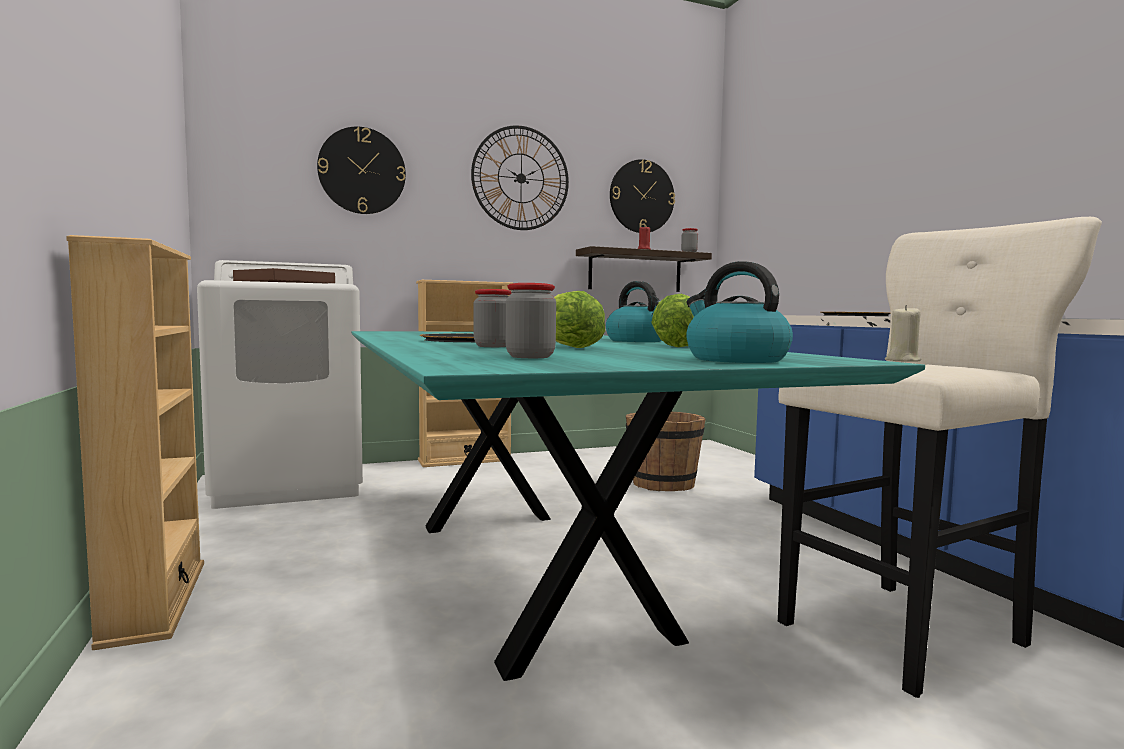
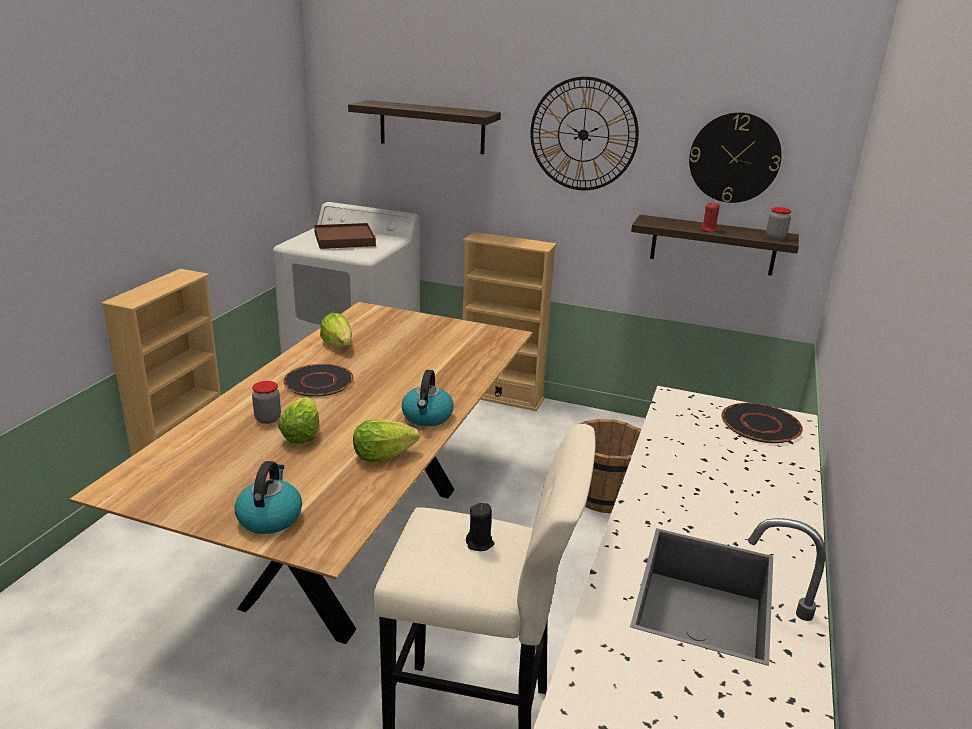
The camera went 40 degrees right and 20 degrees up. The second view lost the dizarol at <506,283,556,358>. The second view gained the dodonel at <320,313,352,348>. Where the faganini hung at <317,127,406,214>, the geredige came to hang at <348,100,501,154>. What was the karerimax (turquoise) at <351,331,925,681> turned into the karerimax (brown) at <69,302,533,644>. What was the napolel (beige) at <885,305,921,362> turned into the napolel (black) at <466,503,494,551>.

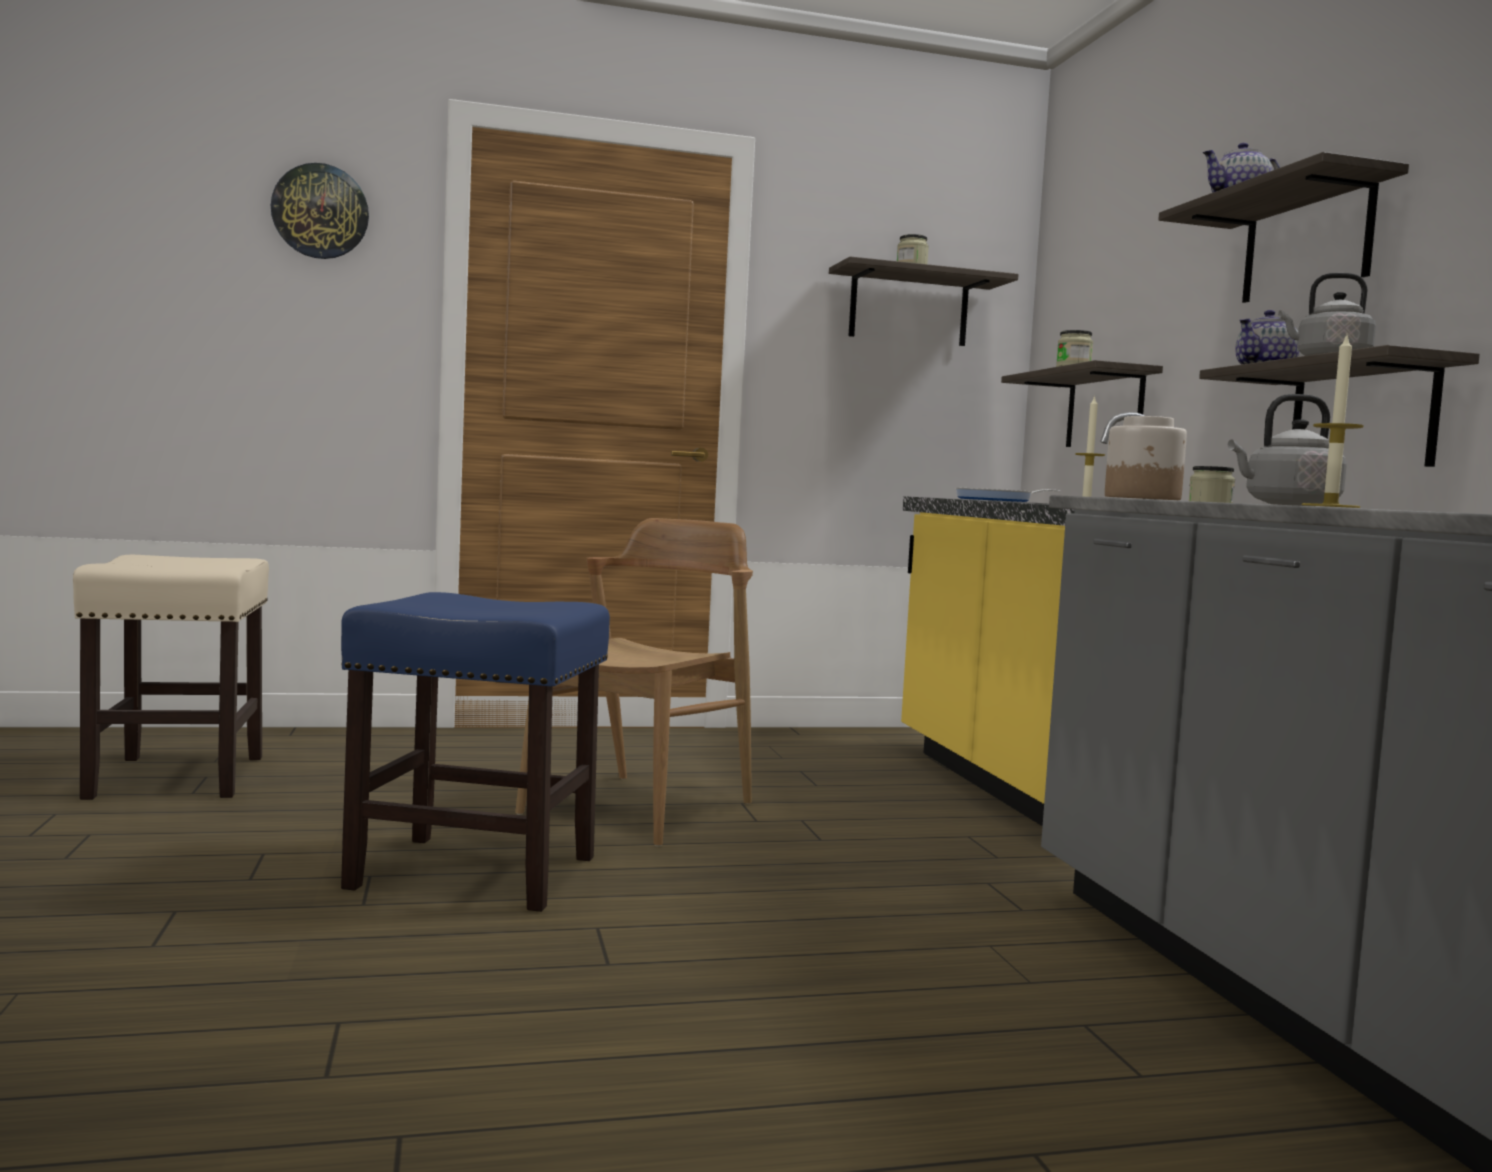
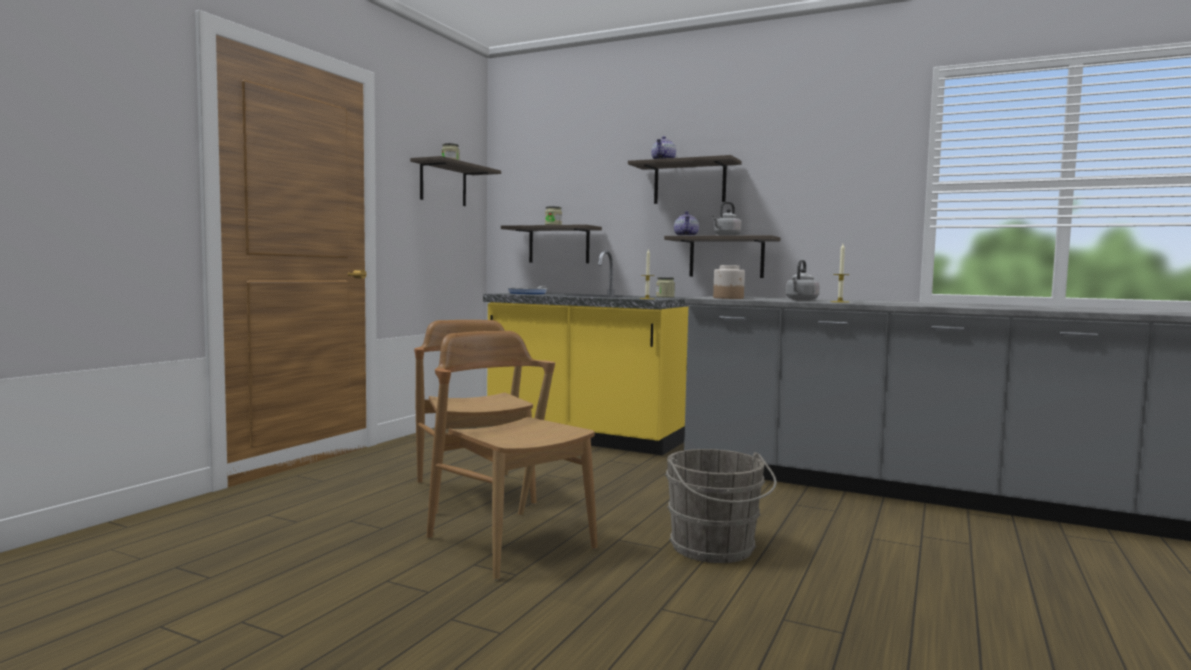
The camera went 50 degrees left and 0 degrees up. The second view lost the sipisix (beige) at <73,555,269,800>. The second view lost the faganini at <271,163,369,259>. The second view gained the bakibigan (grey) at <665,449,777,563>. Where the sipisix (blue) stood at <341,592,610,912>, the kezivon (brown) came to stand at <427,331,598,580>.

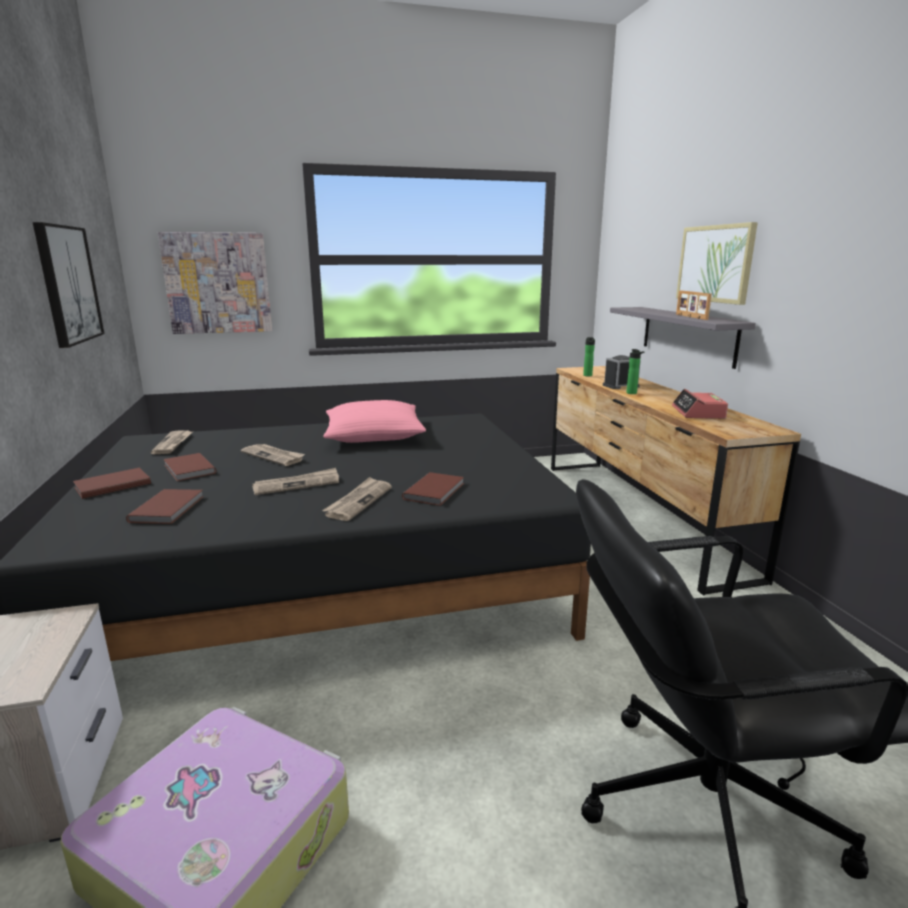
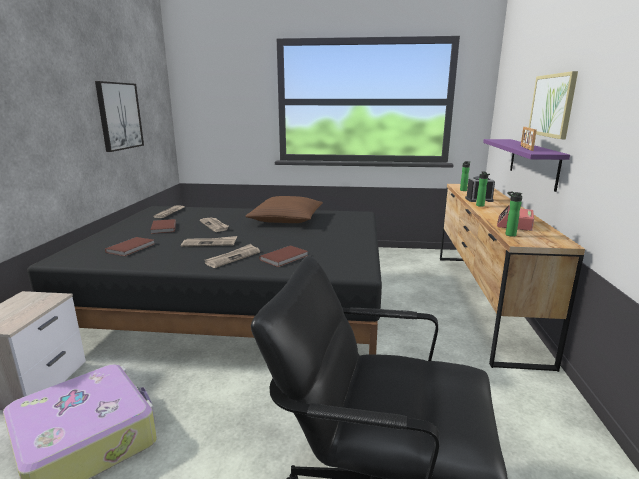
The camera went 20 degrees right and 0 degrees up. The second view lost the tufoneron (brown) at <73,468,151,499>. The second view lost the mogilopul at <158,232,272,334>. The second view gained the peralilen at <505,192,522,237>. What was the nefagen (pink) at <324,400,426,443> turned into the nefagen (brown) at <245,196,323,223>. What was the geredige (grey) at <610,307,756,369> turned into the geredige (purple) at <483,139,570,192>.

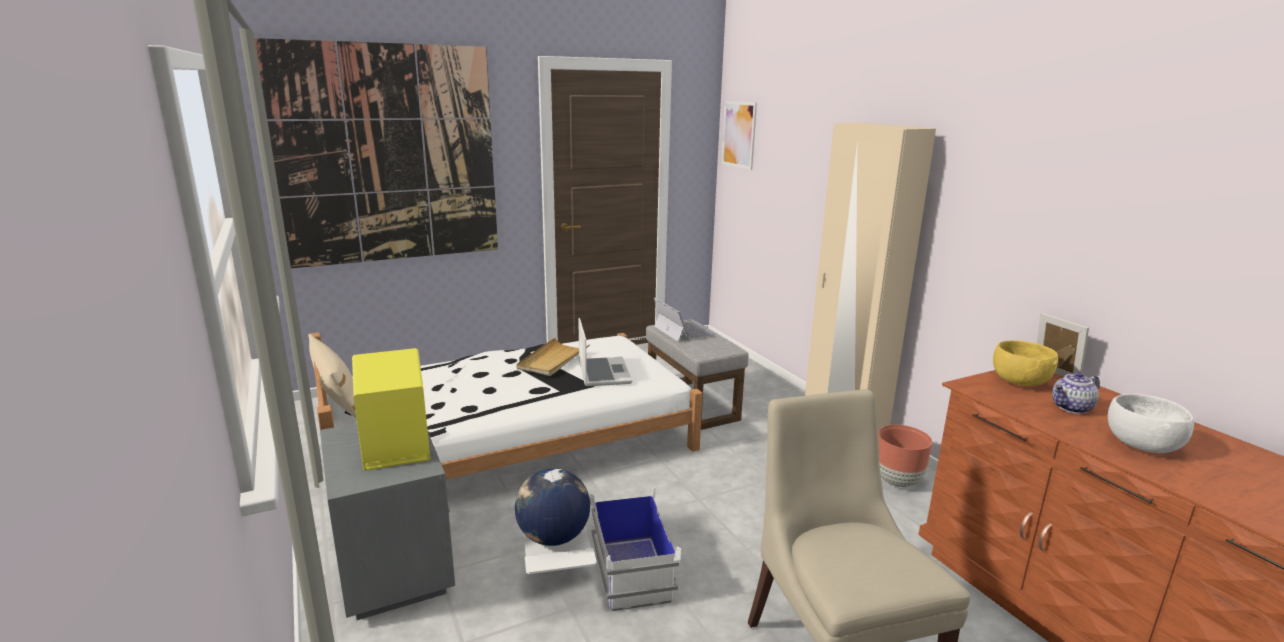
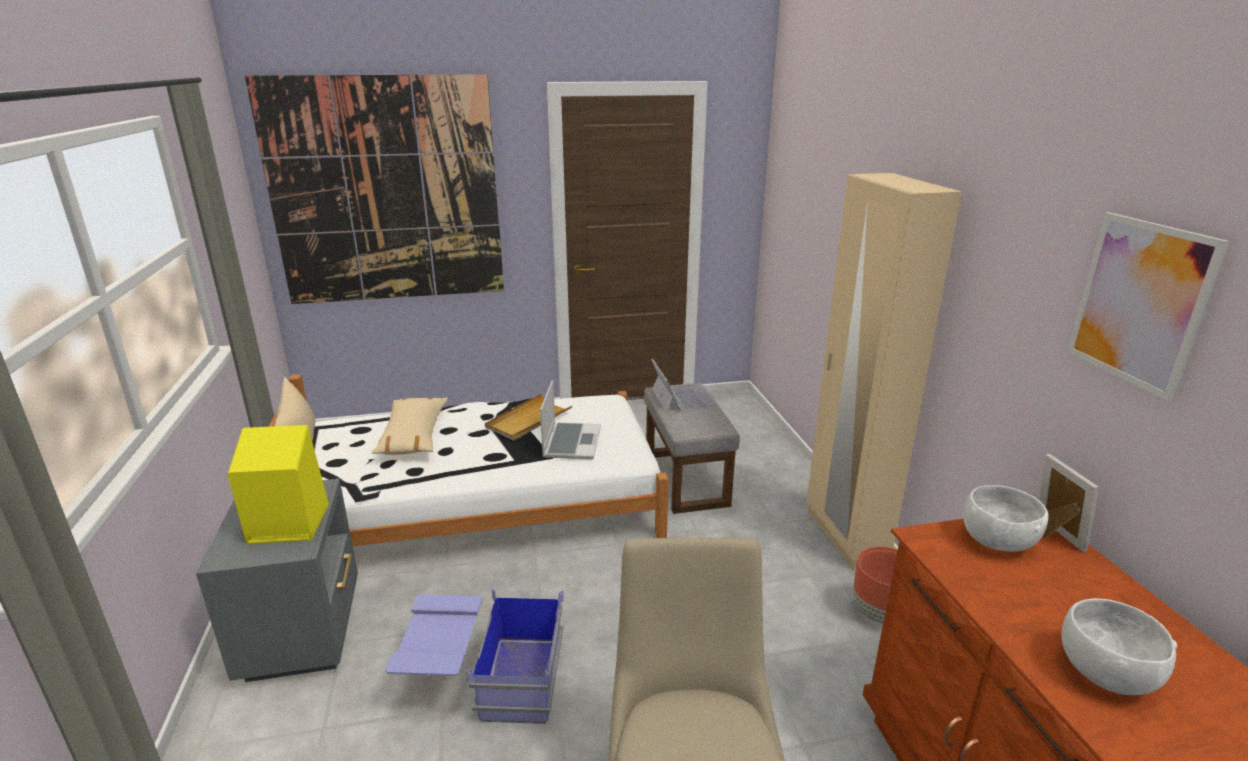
The camera went 15 degrees right and 5 degrees up. The second view lost the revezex at <515,468,590,546>. The second view lost the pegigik at <1052,372,1100,414>. The second view gained the nefagen (beige) at <371,397,448,455>. The mogilopul ended up elsewhere, having gone from <722,101,757,170> to <1067,212,1229,401>. What was the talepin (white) at <524,487,681,611> turned into the talepin (blue) at <385,588,564,724>. What was the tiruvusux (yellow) at <993,340,1058,386> turned into the tiruvusux (white) at <963,485,1049,552>.

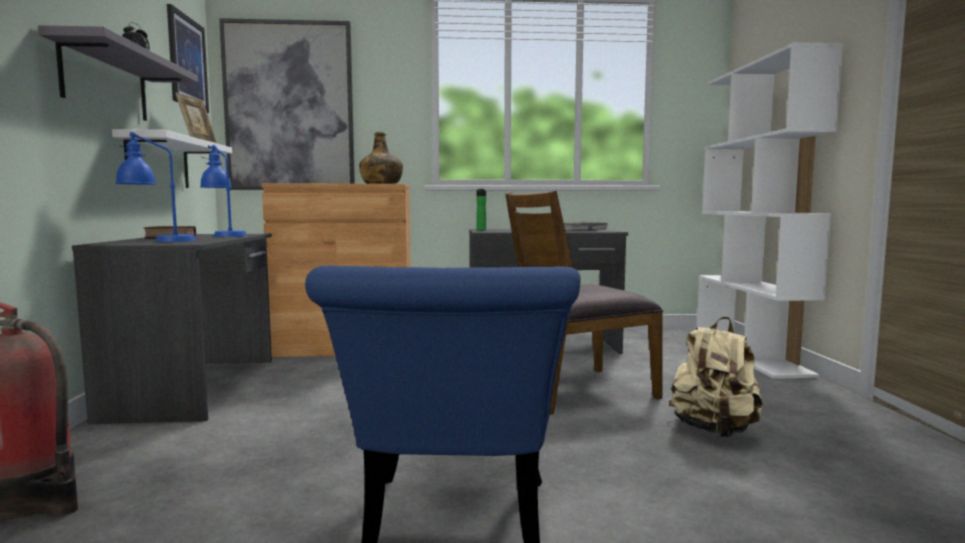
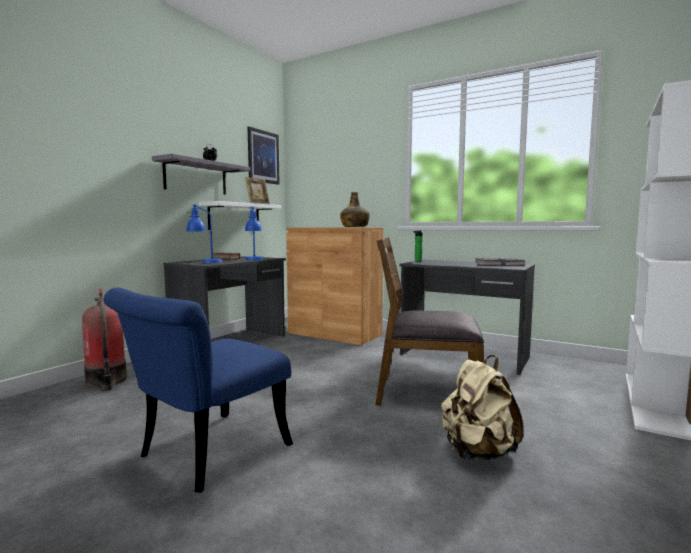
The camera went 35 degrees right and 0 degrees up. The second view lost the mogilopul at <219,18,355,190>.

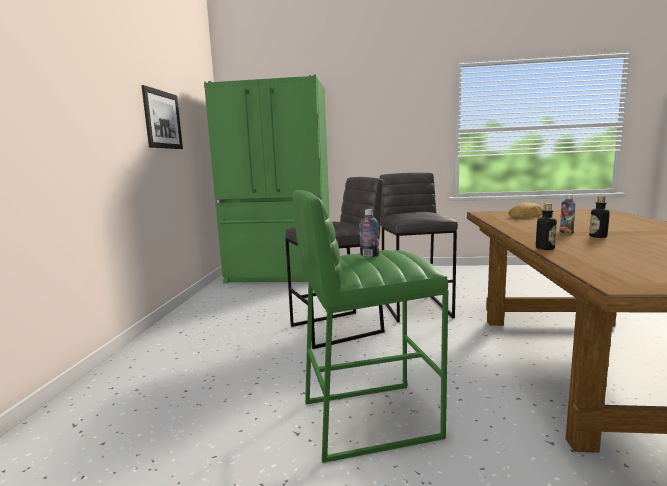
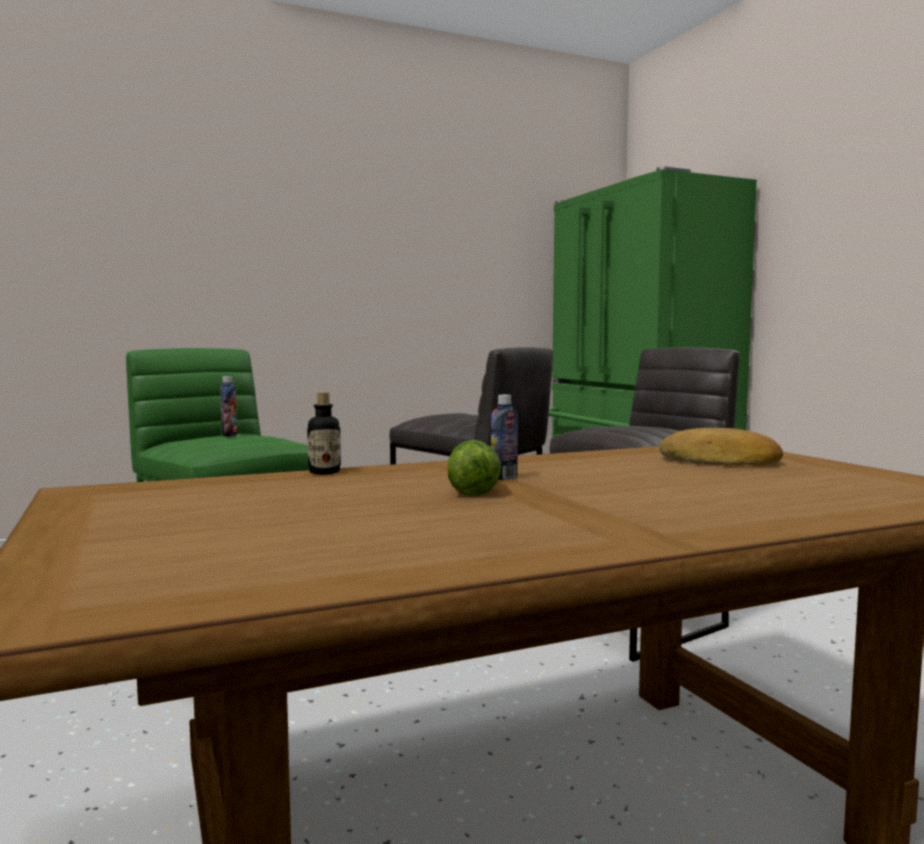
The camera went 60 degrees right and 5 degrees down. The second view lost the mogilopul at <141,85,183,149>. Where the peralilen stood at <589,196,610,238>, the dodonel came to stand at <447,440,501,496>.

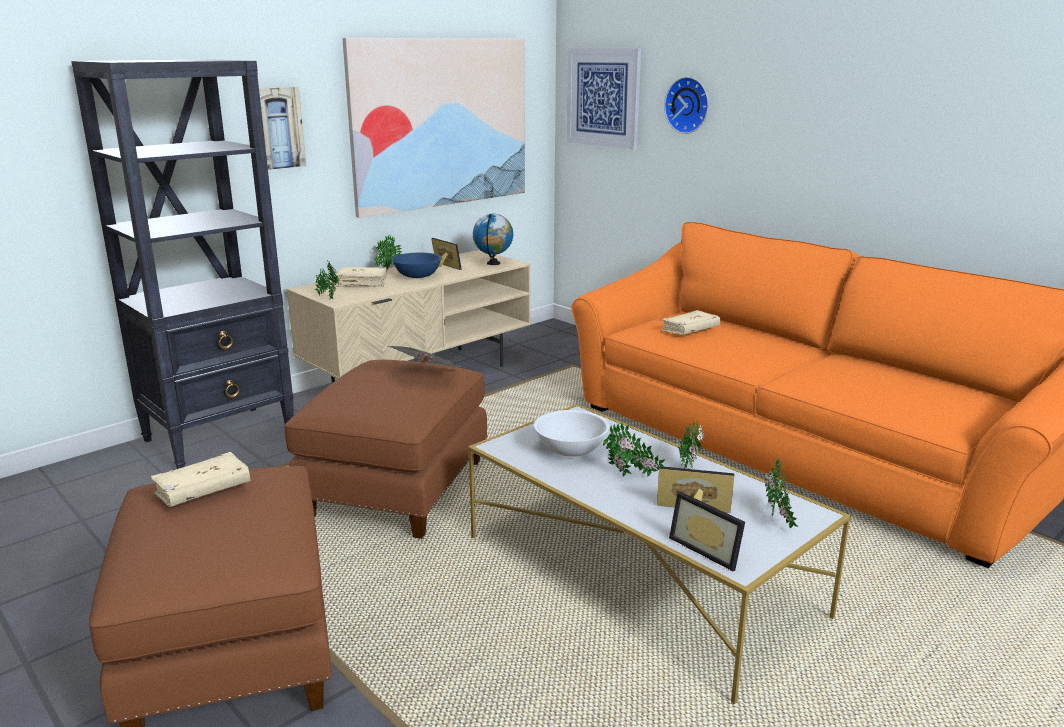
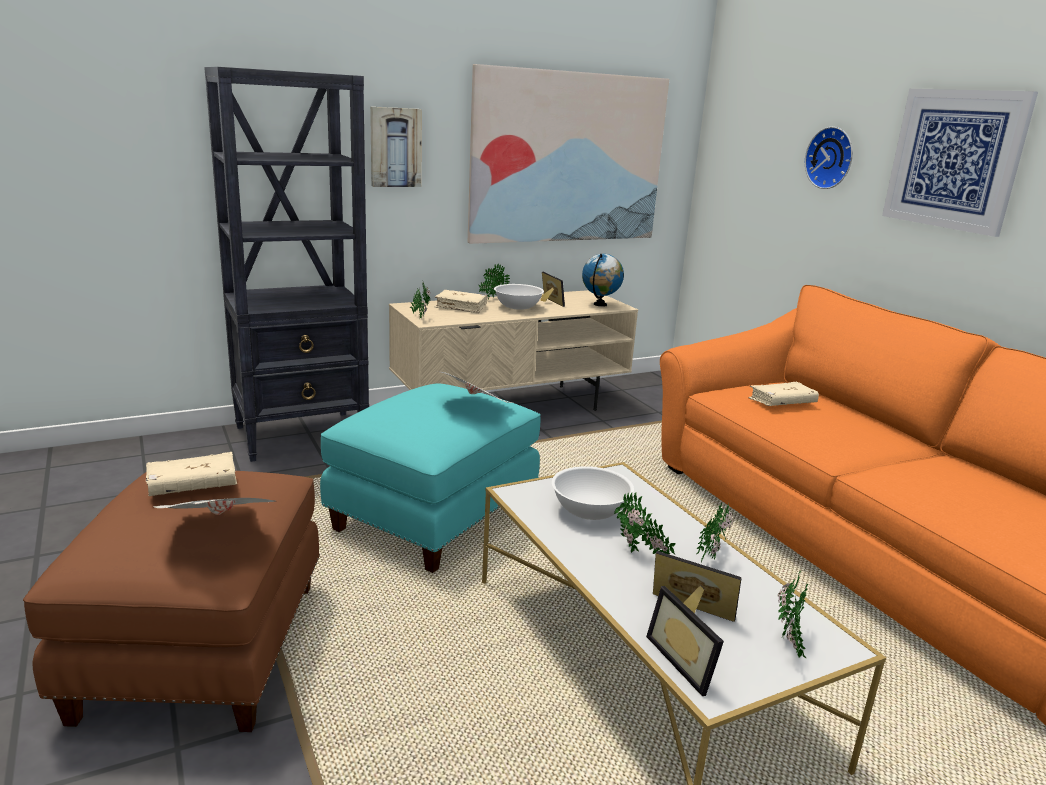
The camera went 15 degrees right and 0 degrees up. The second view gained the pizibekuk at <153,498,277,515>. The mogilopul ended up elsewhere, having gone from <567,48,641,150> to <882,89,1038,237>. What was the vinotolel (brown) at <284,360,487,539> turned into the vinotolel (turquoise) at <320,383,541,573>. What was the tiruvusux (blue) at <392,253,442,278> turned into the tiruvusux (white) at <494,284,544,310>.

